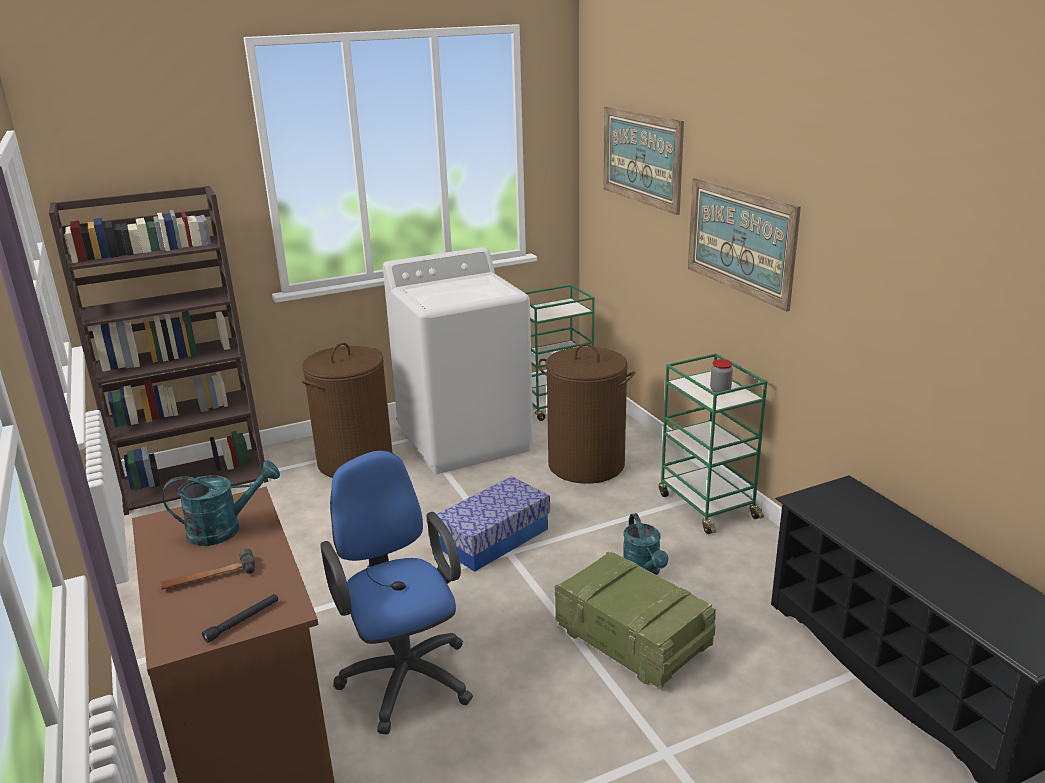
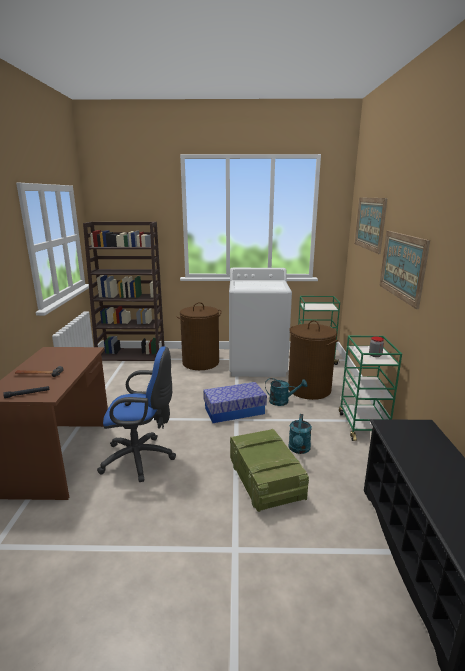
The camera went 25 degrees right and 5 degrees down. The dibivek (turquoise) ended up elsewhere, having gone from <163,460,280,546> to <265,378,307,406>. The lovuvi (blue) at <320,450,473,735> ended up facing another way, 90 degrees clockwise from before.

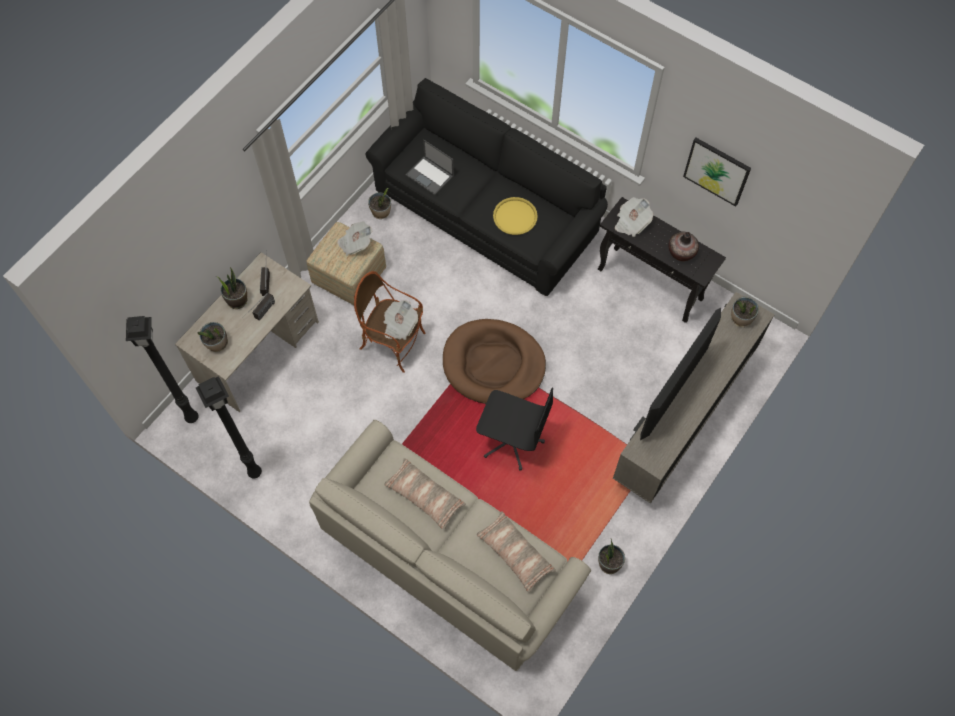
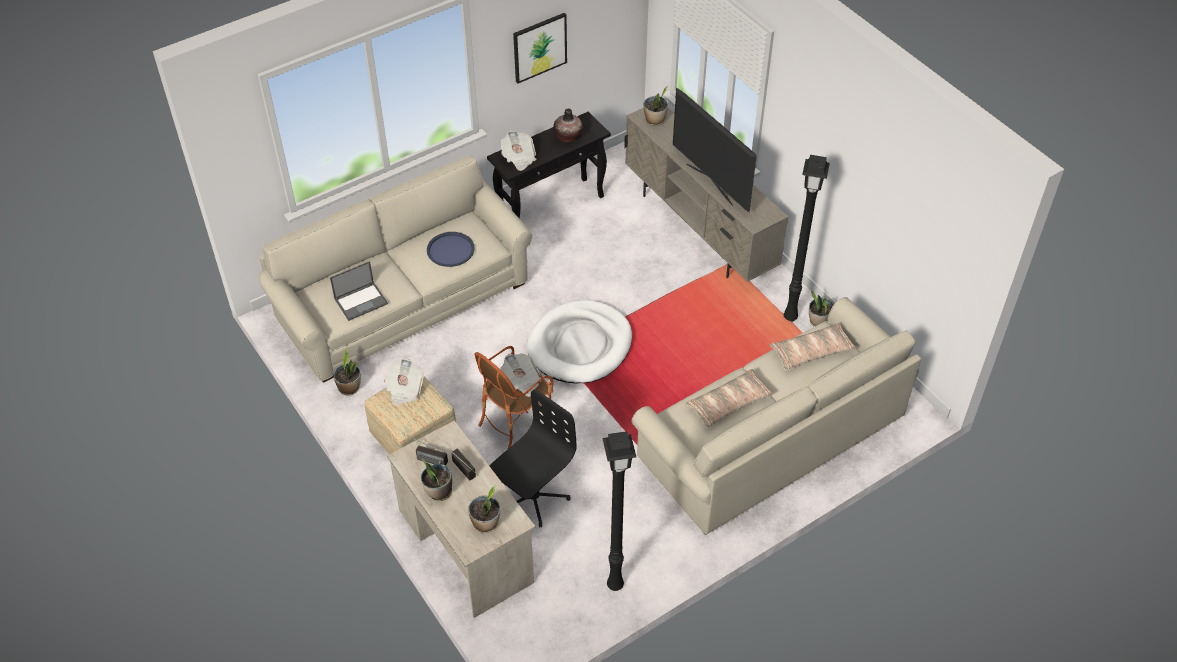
The camera went 70 degrees left and 15 degrees down. The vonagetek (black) ended up elsewhere, having gone from <126,316,199,423> to <784,155,830,322>. The lovuvi (black) ended up elsewhere, having gone from <476,388,553,470> to <490,389,577,527>. What was the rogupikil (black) at <365,78,608,296> turned into the rogupikil (beige) at <259,155,533,383>. What was the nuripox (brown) at <443,319,546,404> turned into the nuripox (white) at <527,300,632,383>. What was the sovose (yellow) at <493,197,538,235> turned into the sovose (blue) at <427,232,475,267>.

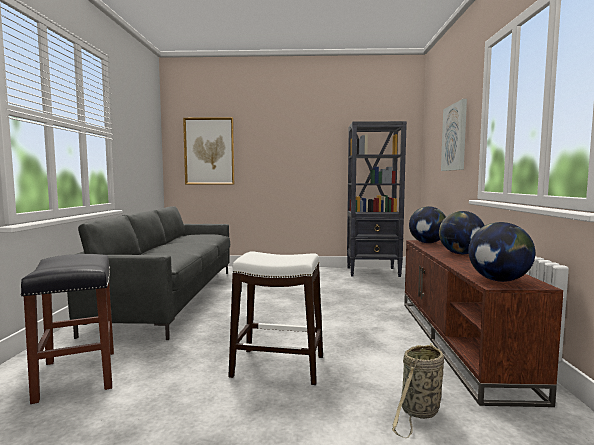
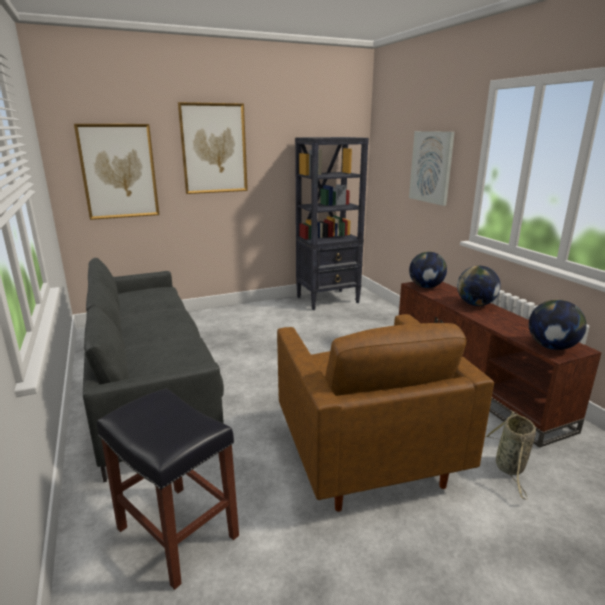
The camera went 25 degrees left and 15 degrees up. The second view gained the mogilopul at <178,102,248,194>. Where the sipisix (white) stood at <228,251,323,385>, the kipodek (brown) came to stand at <277,314,494,512>.

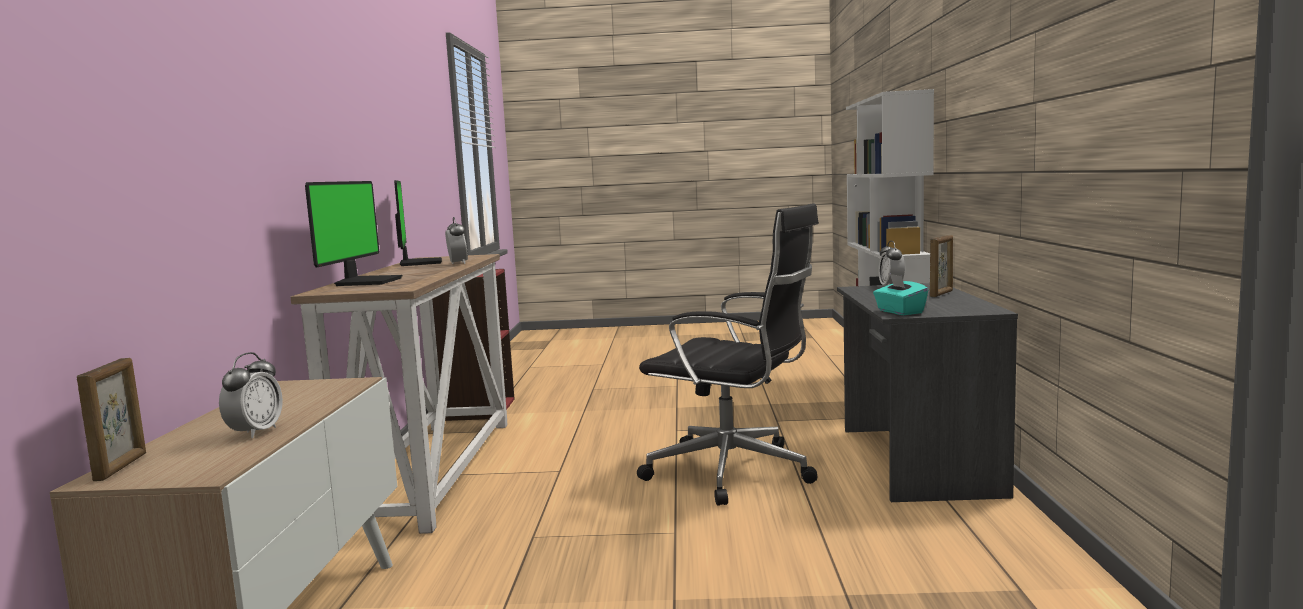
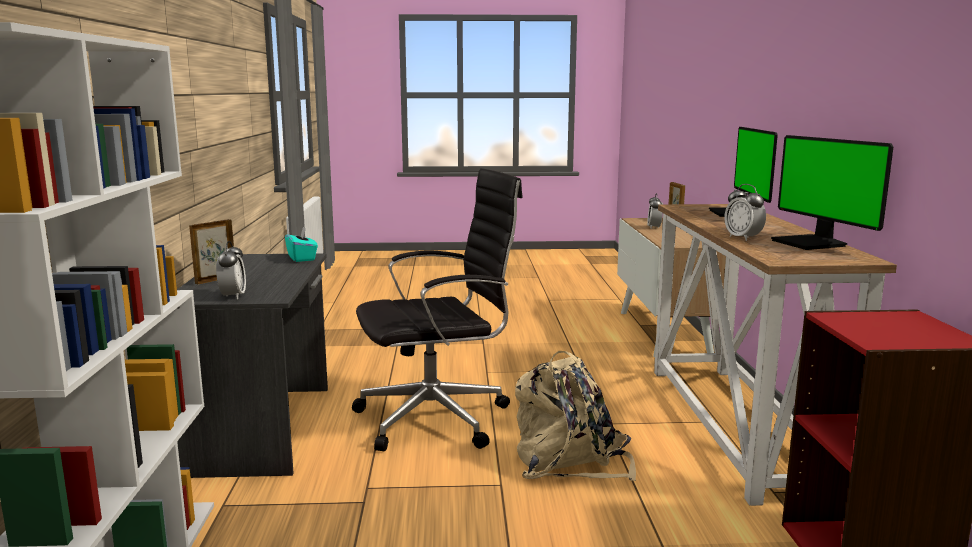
The camera went 175 degrees right and 5 degrees up. The second view gained the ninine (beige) at <515,351,636,481>. The lovuvi (black) at <637,203,819,506> ended up facing another way, 135 degrees clockwise from before.

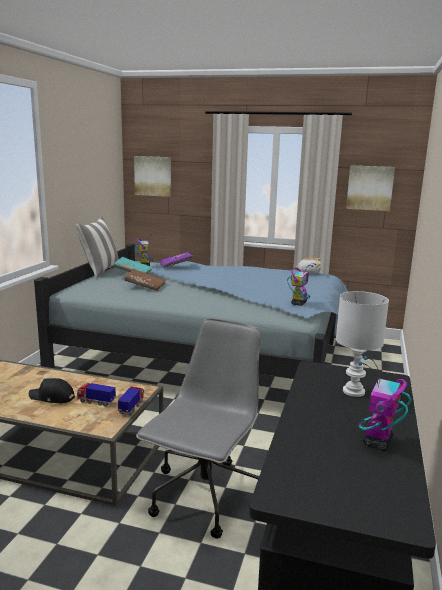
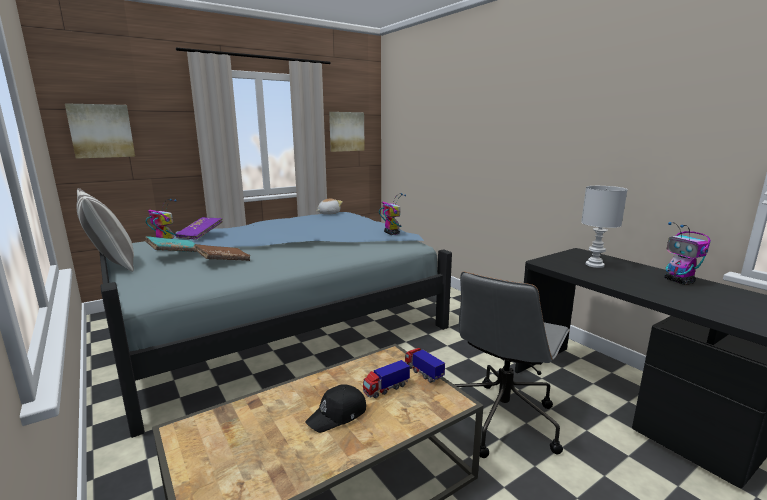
The camera went 50 degrees left and 0 degrees up. The lovuvi (grey) at <136,319,261,539> ended up facing another way, 120 degrees counterclockwise from before.

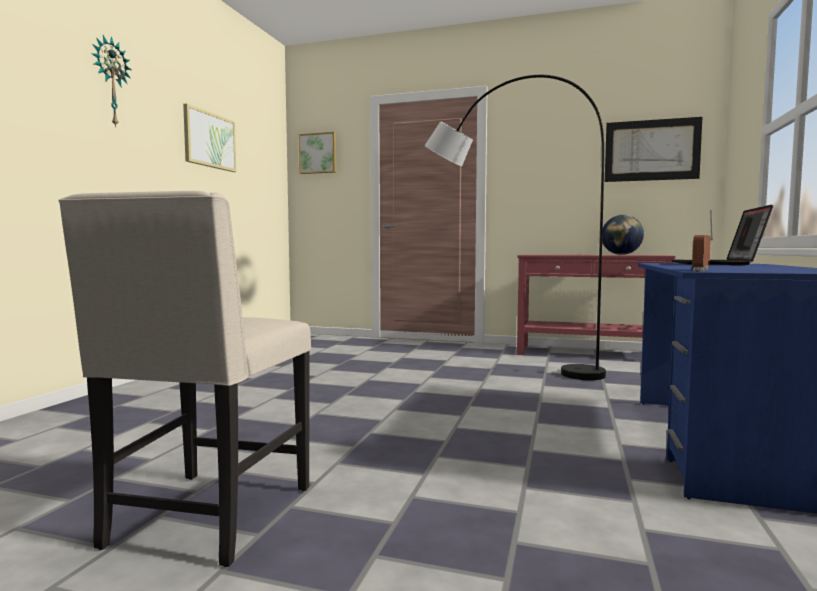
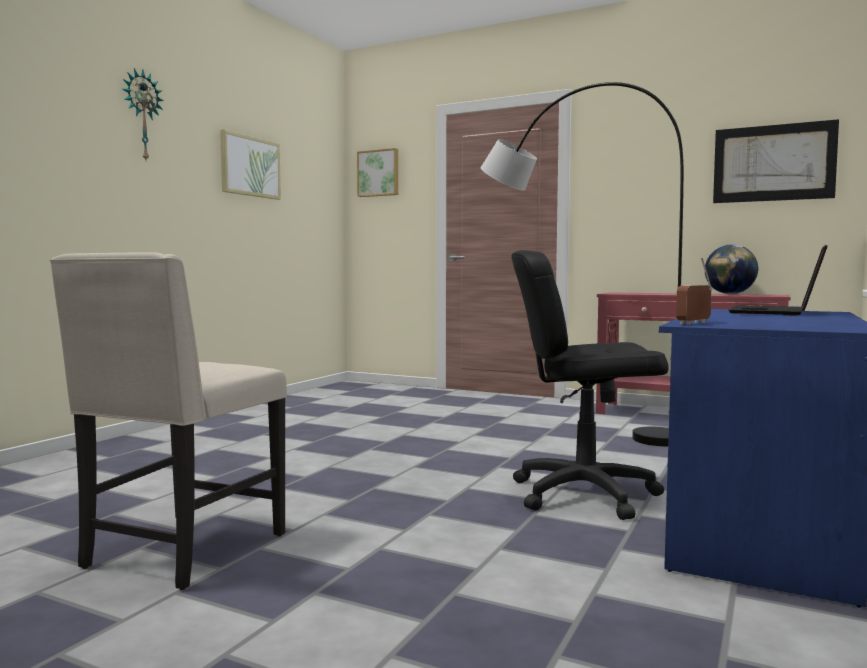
The camera went 10 degrees right and 0 degrees up. The second view gained the lovuvi (black) at <511,250,669,520>.

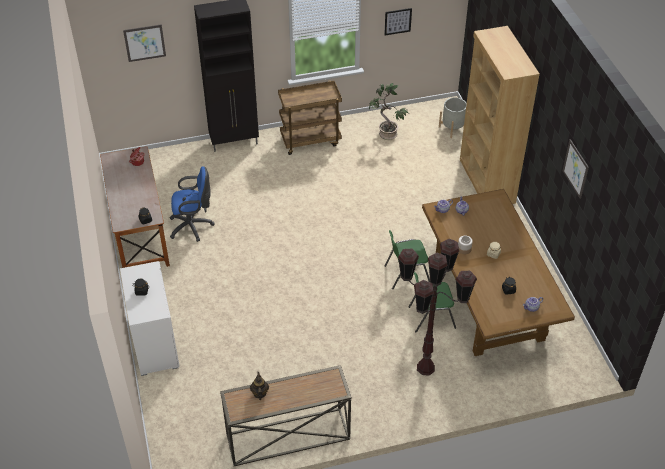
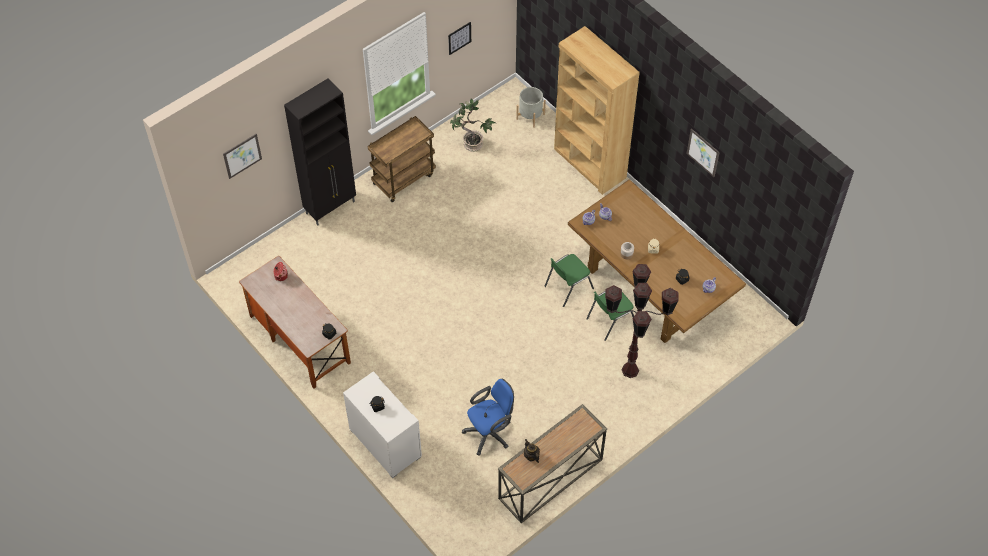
The camera went 25 degrees left and 10 degrees up. The lovuvi (blue) ended up elsewhere, having gone from <170,166,215,242> to <462,379,514,456>.

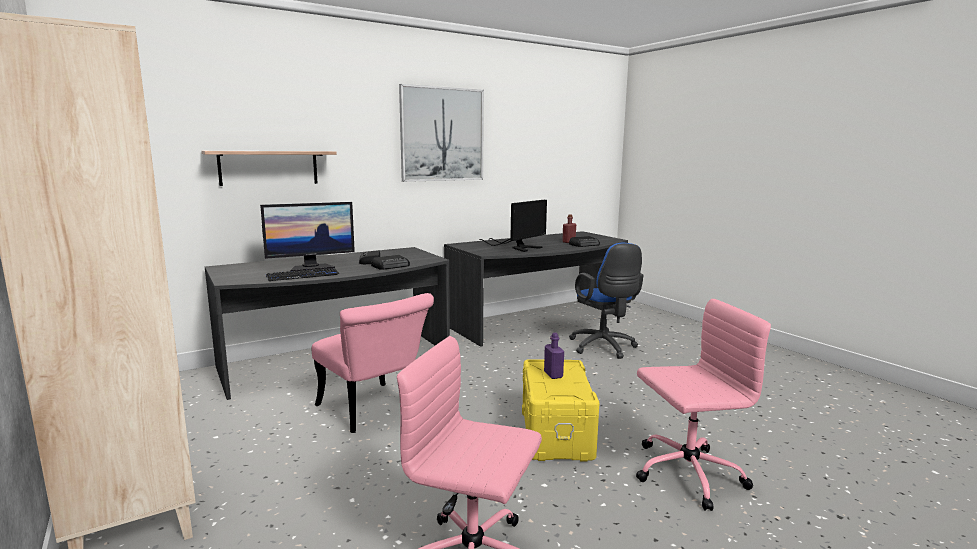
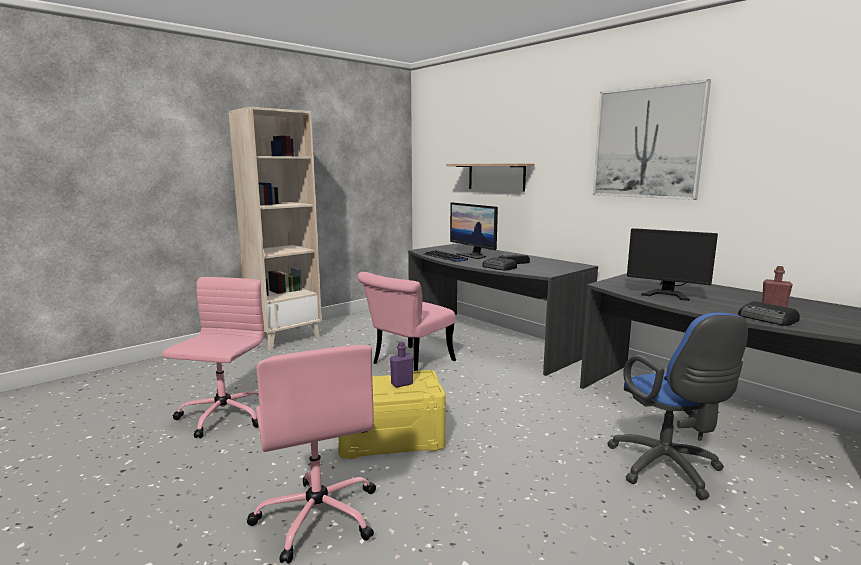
The camera went 80 degrees right and 0 degrees up. The lovuvi (blue) at <569,243,644,359> ended up facing another way, 75 degrees counterclockwise from before.

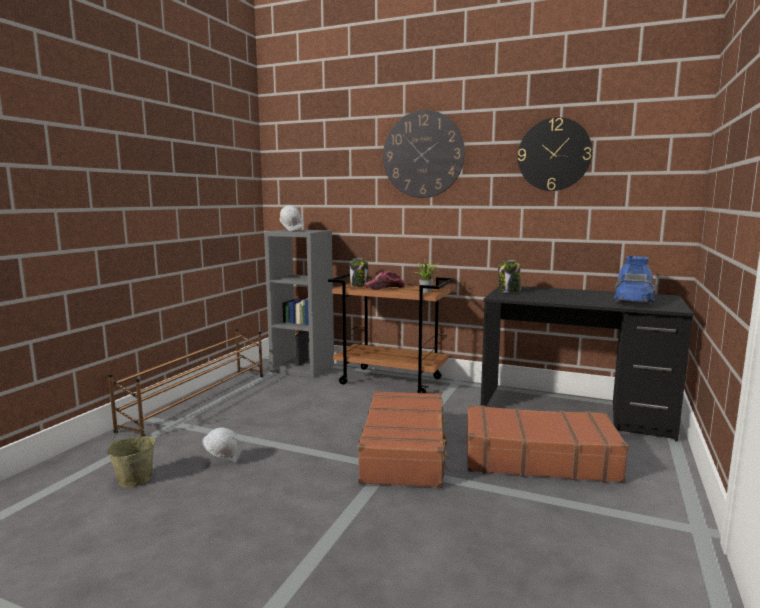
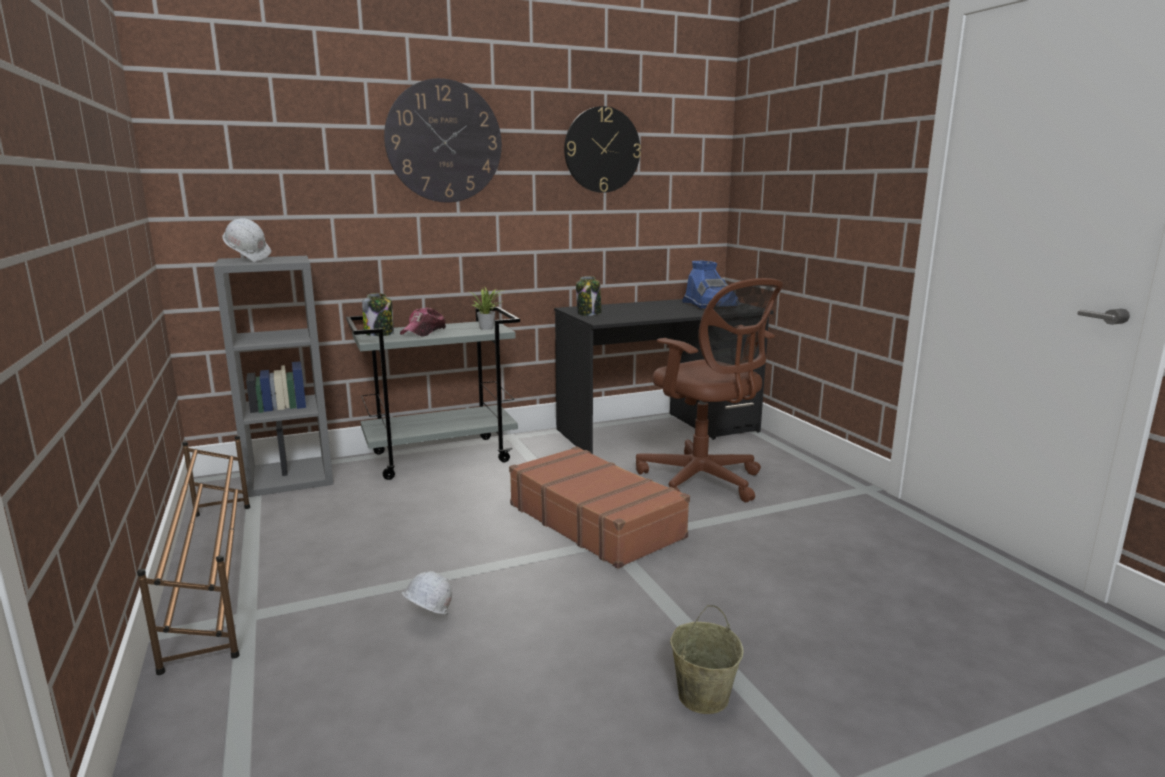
The camera went 45 degrees left and 5 degrees up. The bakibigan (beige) ended up elsewhere, having gone from <107,421,155,487> to <670,605,744,714>. Where the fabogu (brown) stood at <467,405,629,483>, the lovuvi (brown) came to stand at <636,278,783,502>. What was the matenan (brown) at <328,273,454,393> turned into the matenan (grey) at <346,307,520,480>.

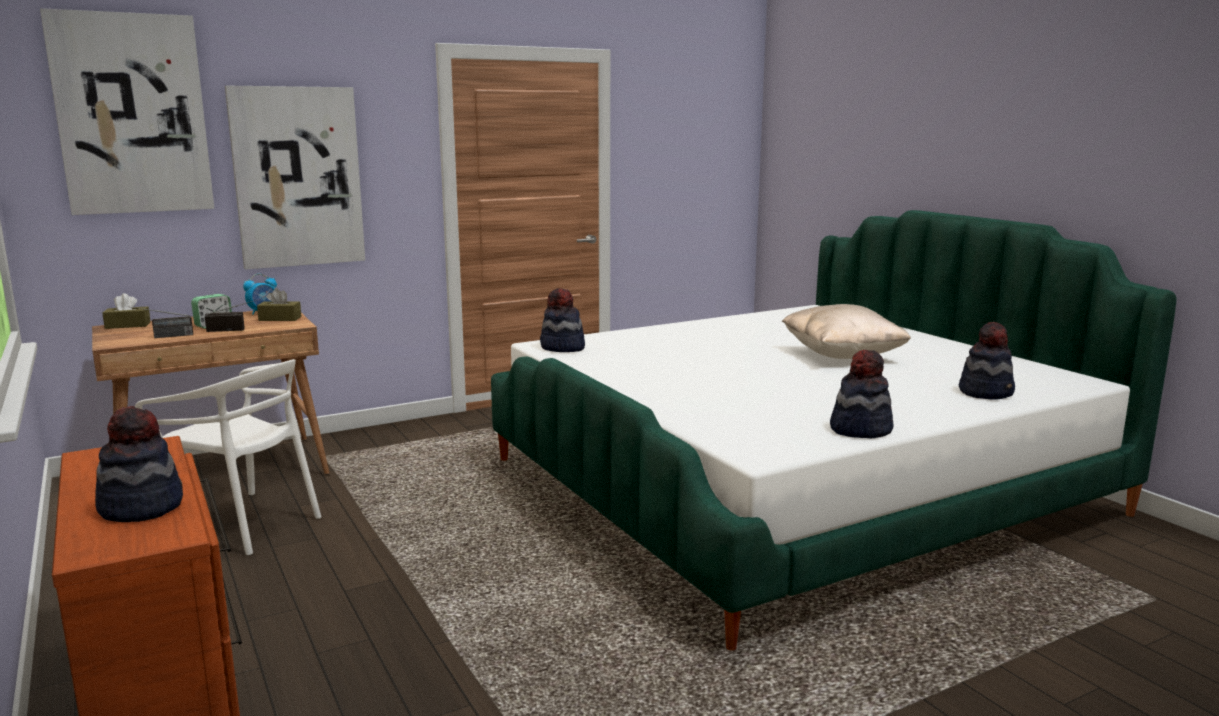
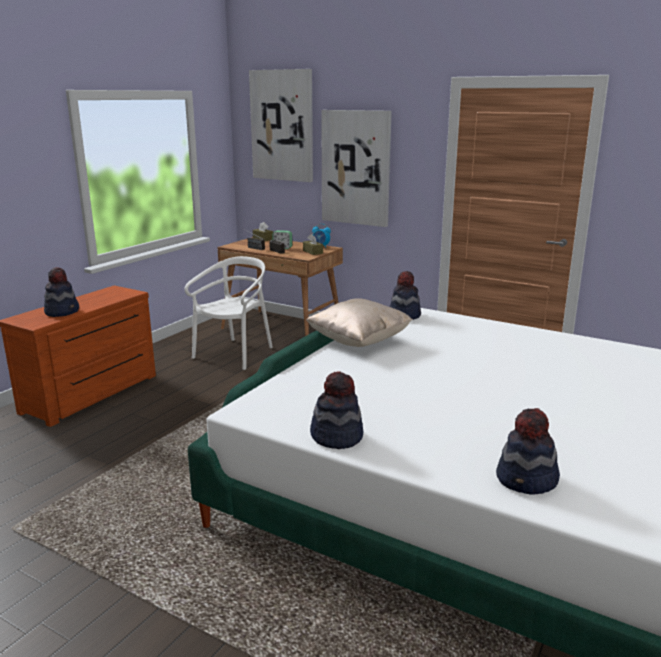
The camera went 60 degrees right and 5 degrees up. The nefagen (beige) ended up elsewhere, having gone from <782,304,911,359> to <306,298,413,347>. The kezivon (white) at <135,359,321,555> ended up facing another way, 150 degrees counterclockwise from before.

